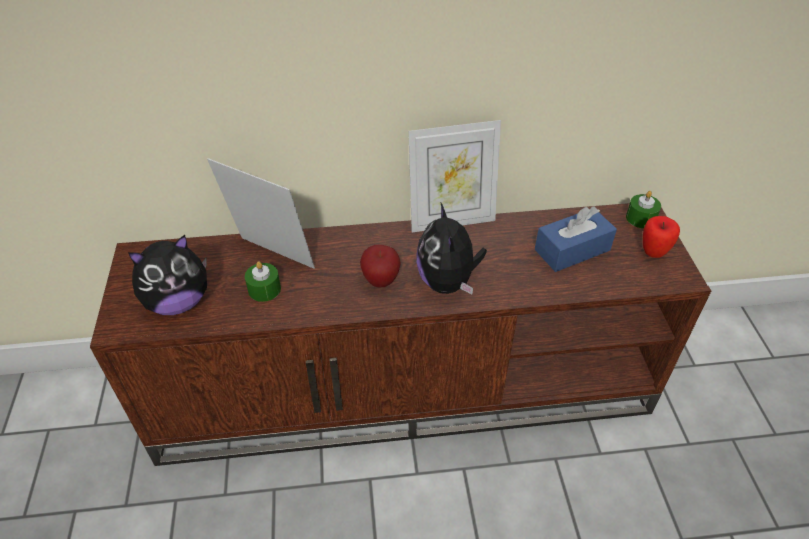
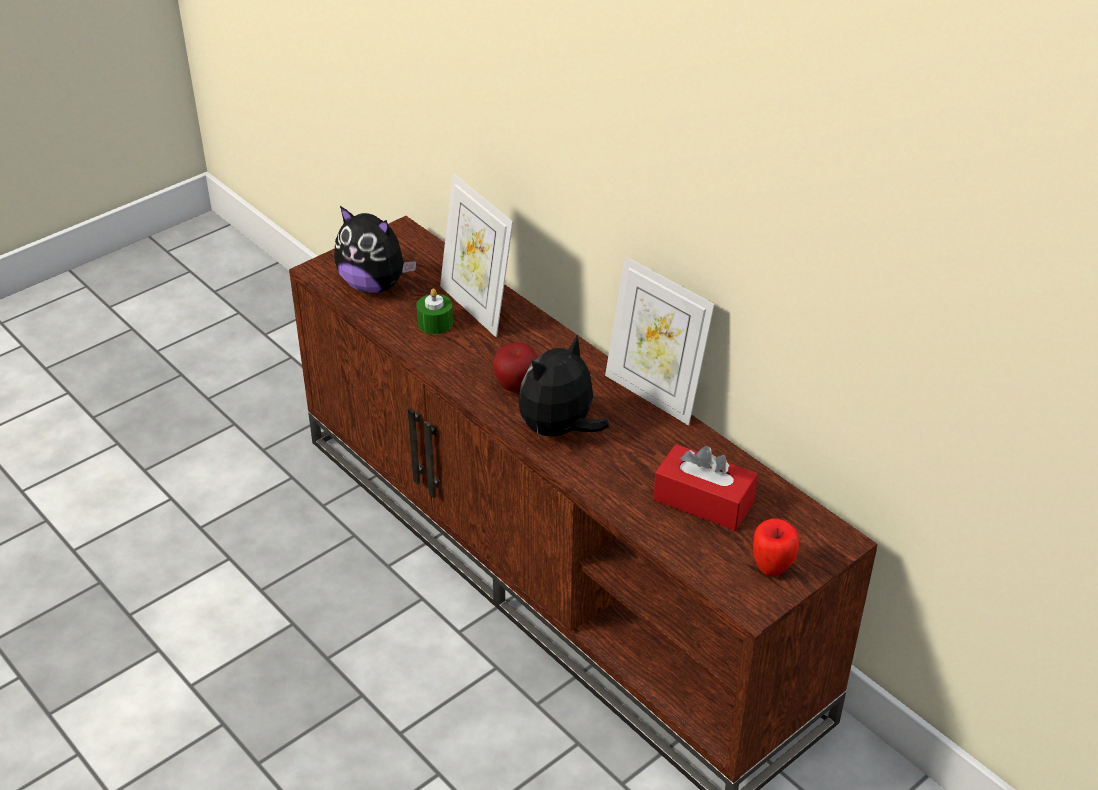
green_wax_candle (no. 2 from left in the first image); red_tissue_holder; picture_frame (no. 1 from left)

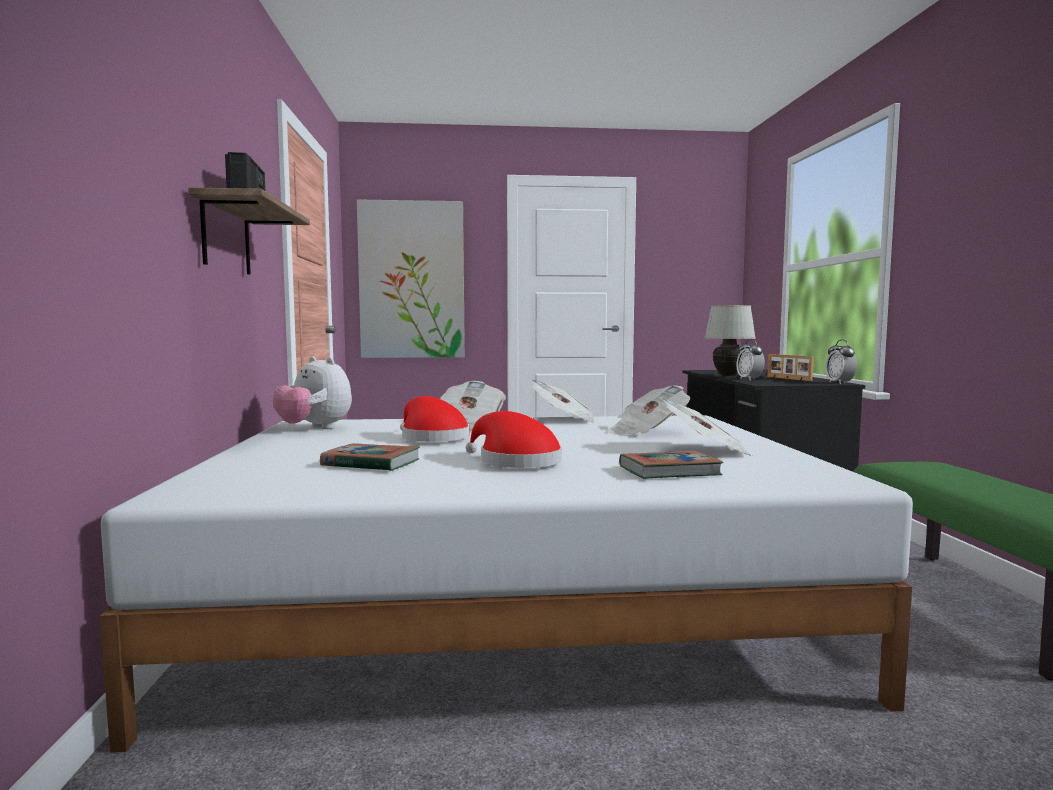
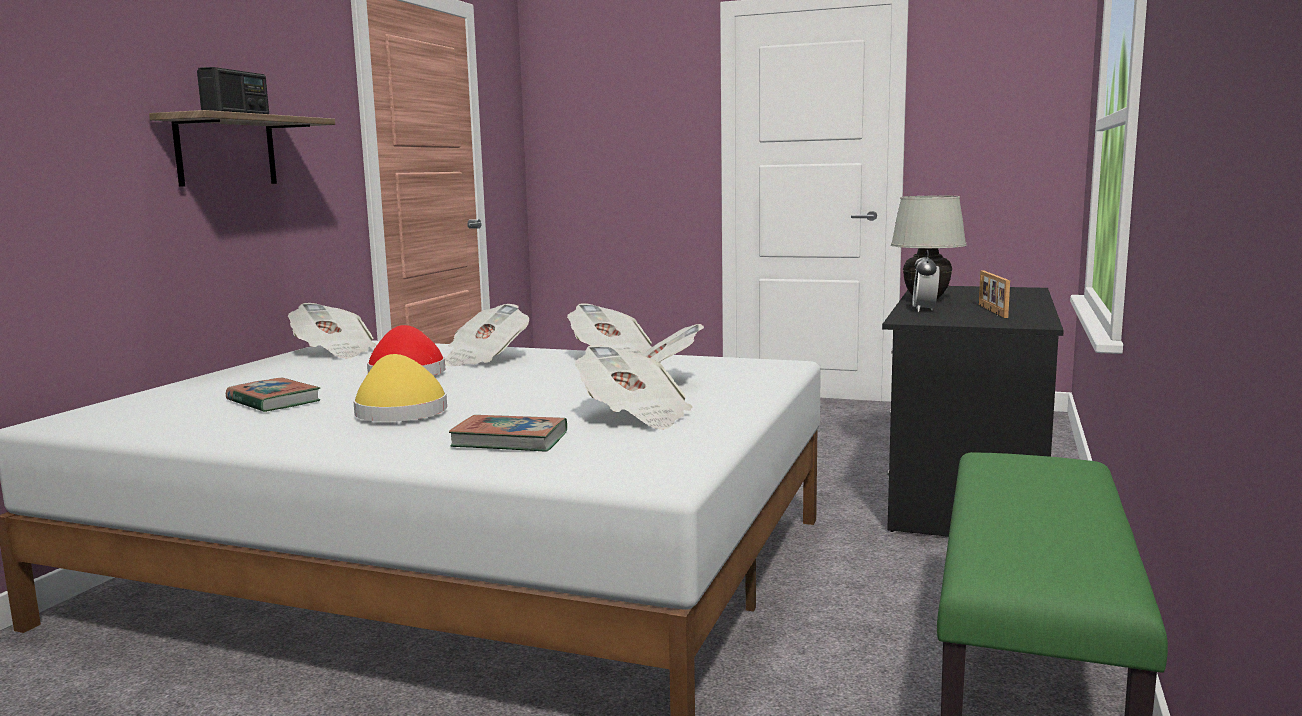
wall_art; alarm_clock (no. 2 from left in the first image); newspaper (no. 1 from left); yellowish_wearable_hat

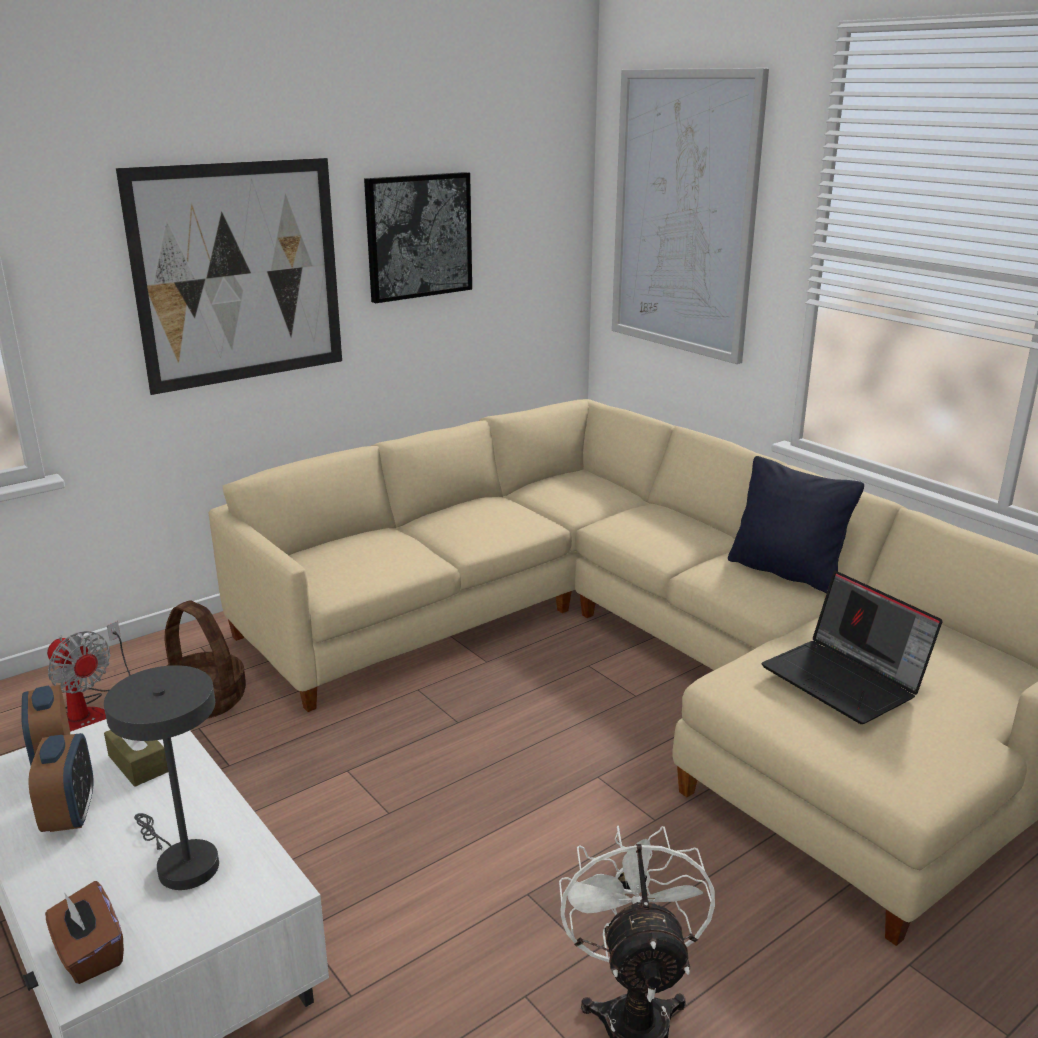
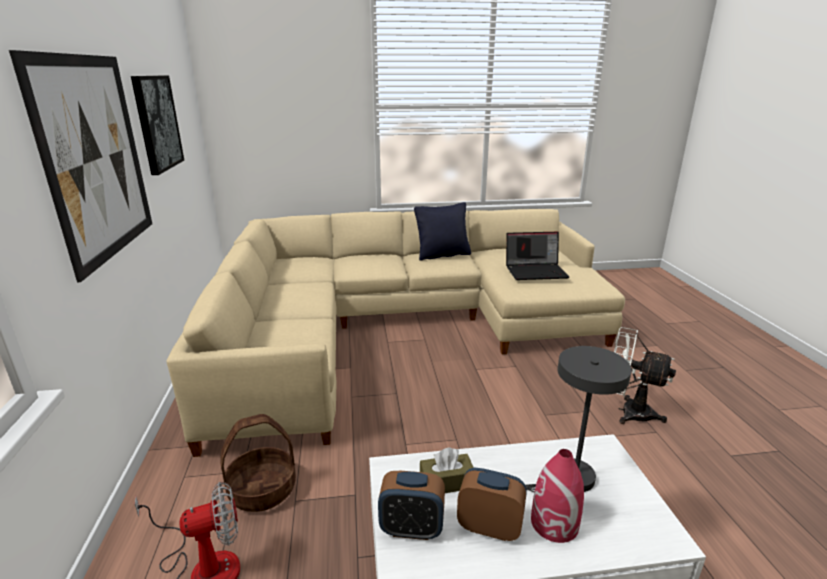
brown-coloured_tissue_holder (no. 1 from left in the first image); wall_art (no. 3 from left in the first image); red_vase

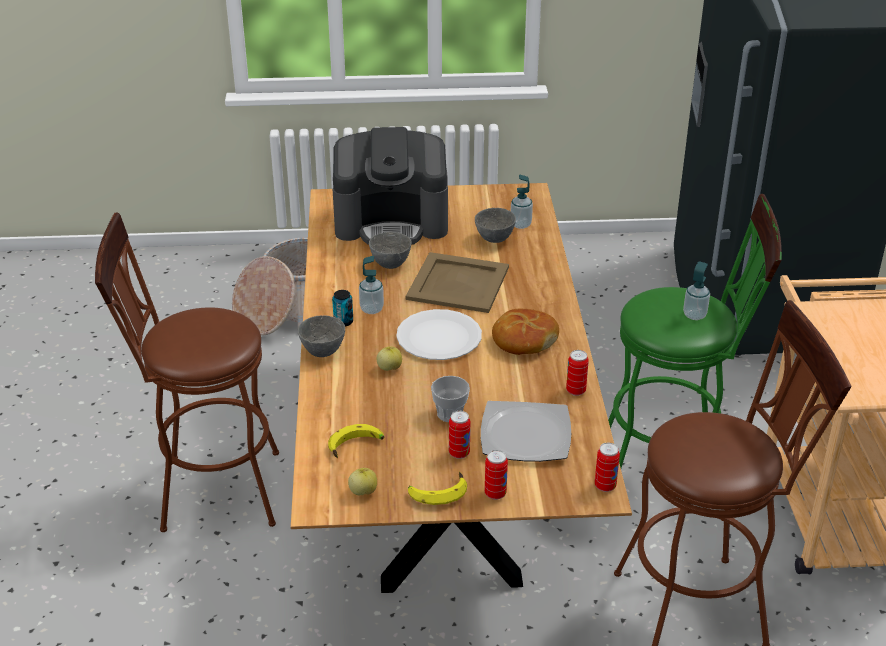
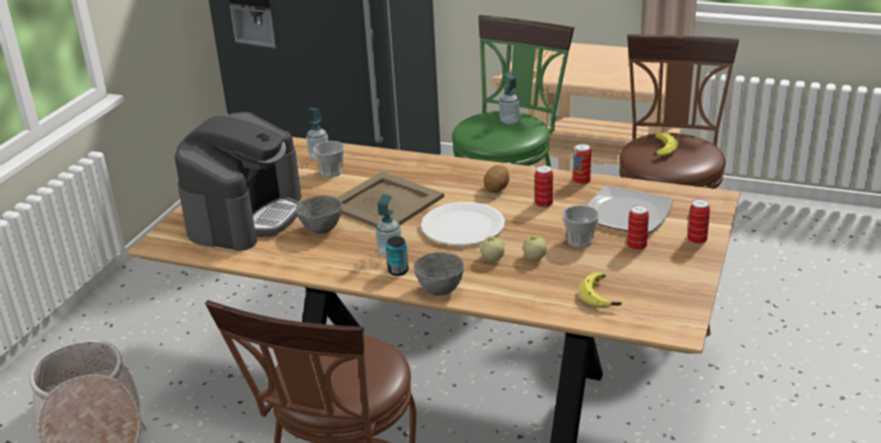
apple_fruit (no. 2 from left); banana_fruit (no. 2 from left); metal_can (no. 2 from left); cup (no. 1 from left); potato

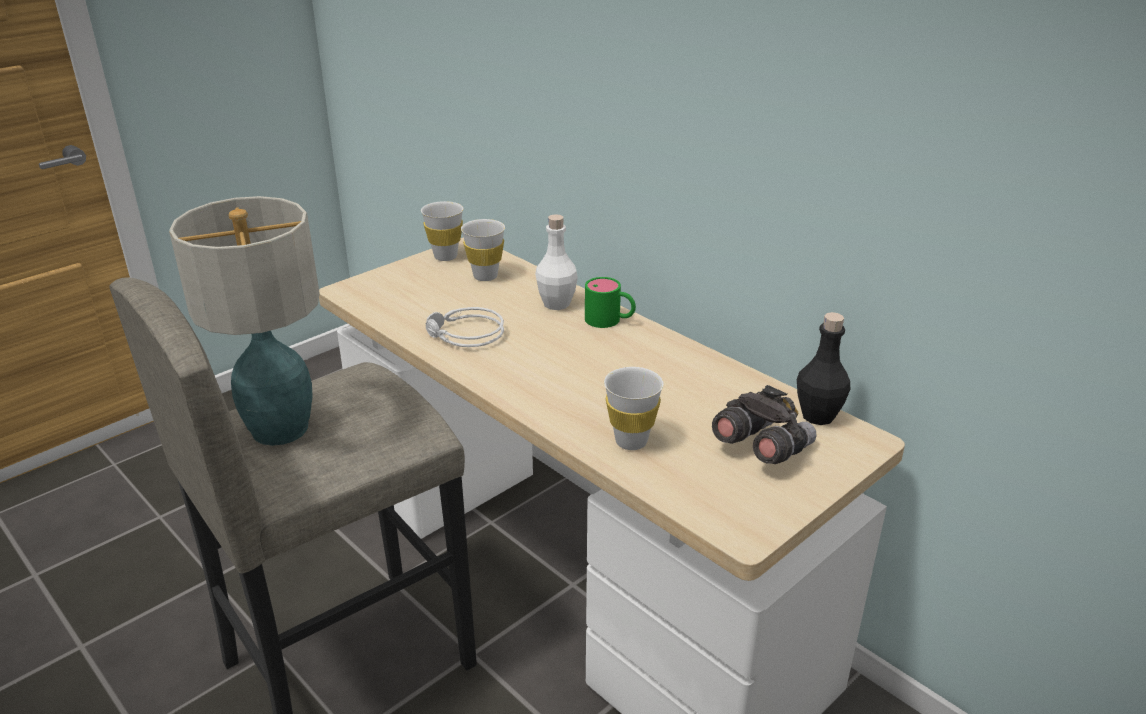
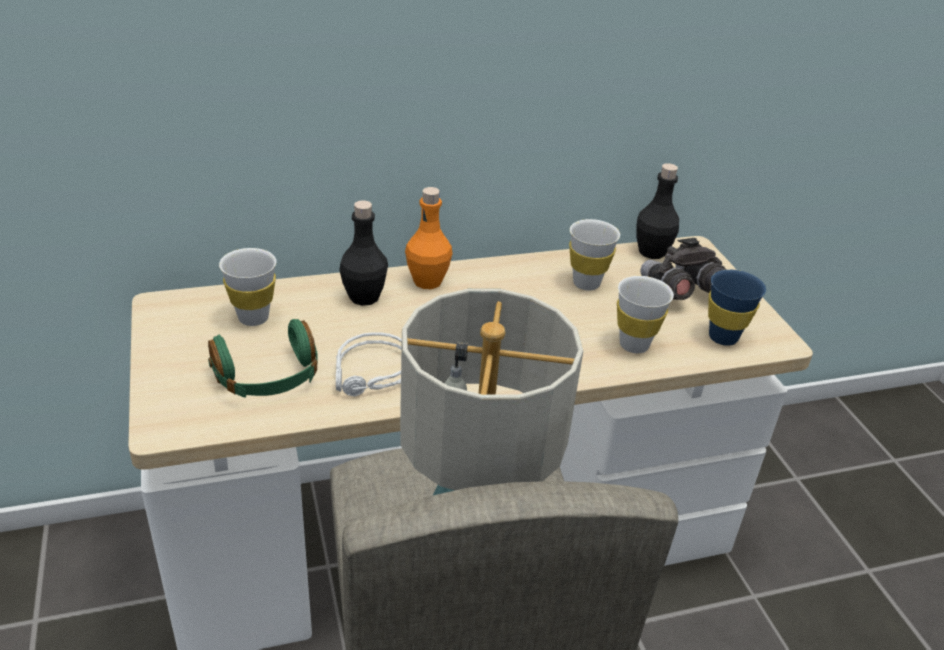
green_headset; blue-coloured_cup; whitish_cup (no. 2 from left); orangey_bottle; black-coloured_bottle (no. 1 from left)

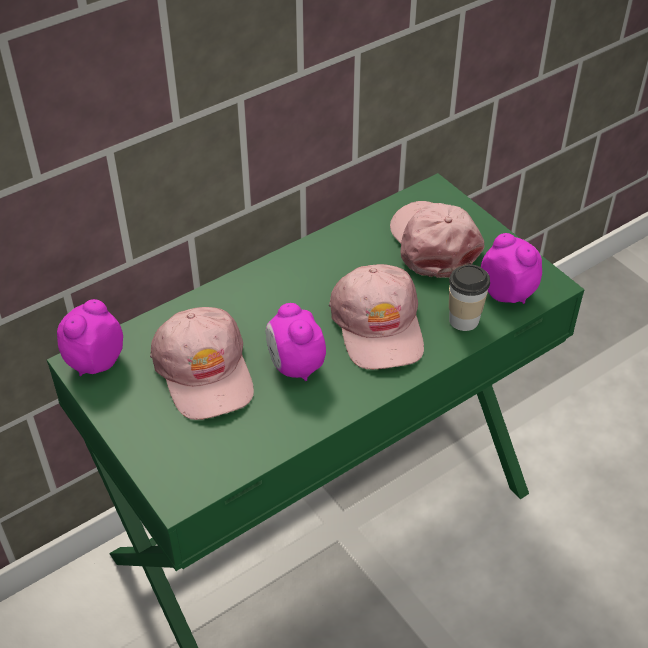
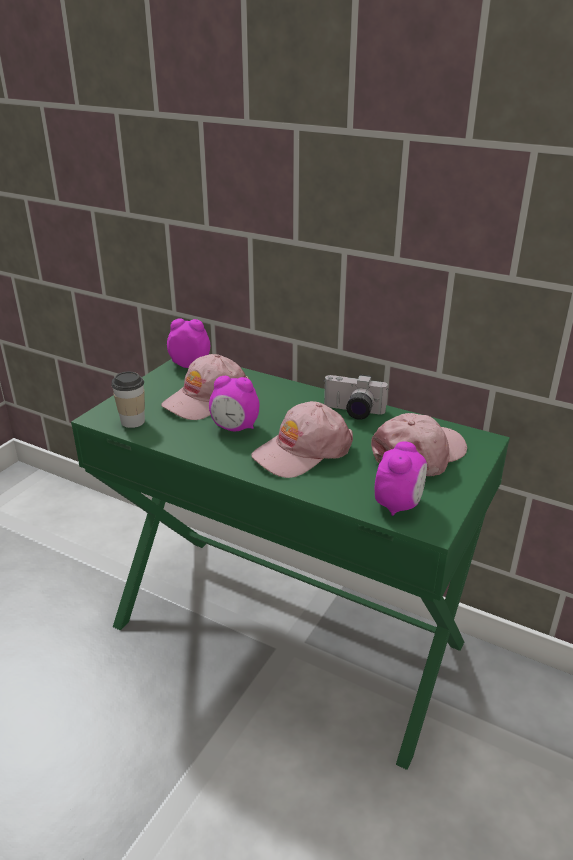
photo_camera; cup; alarm_clock (no. 2 from left)

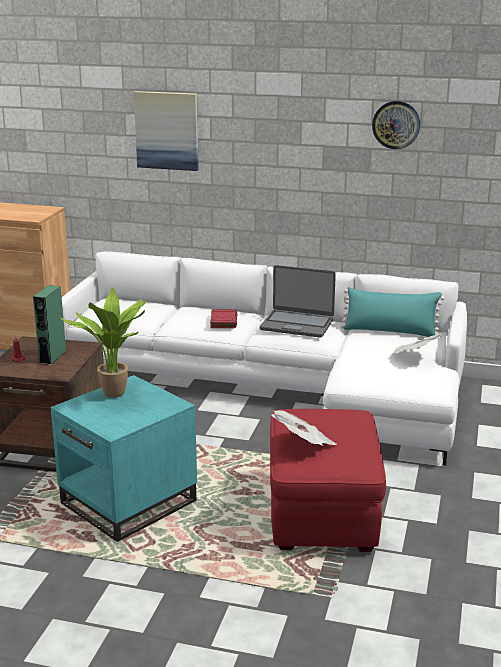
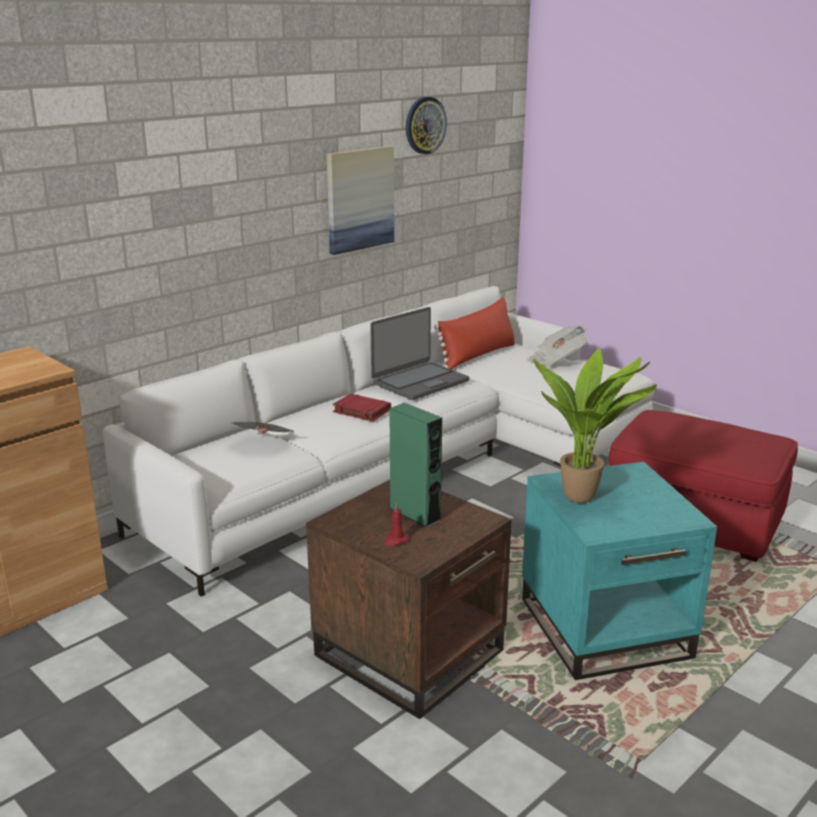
wall_art; newspaper (no. 1 from left); red_throw_pillow

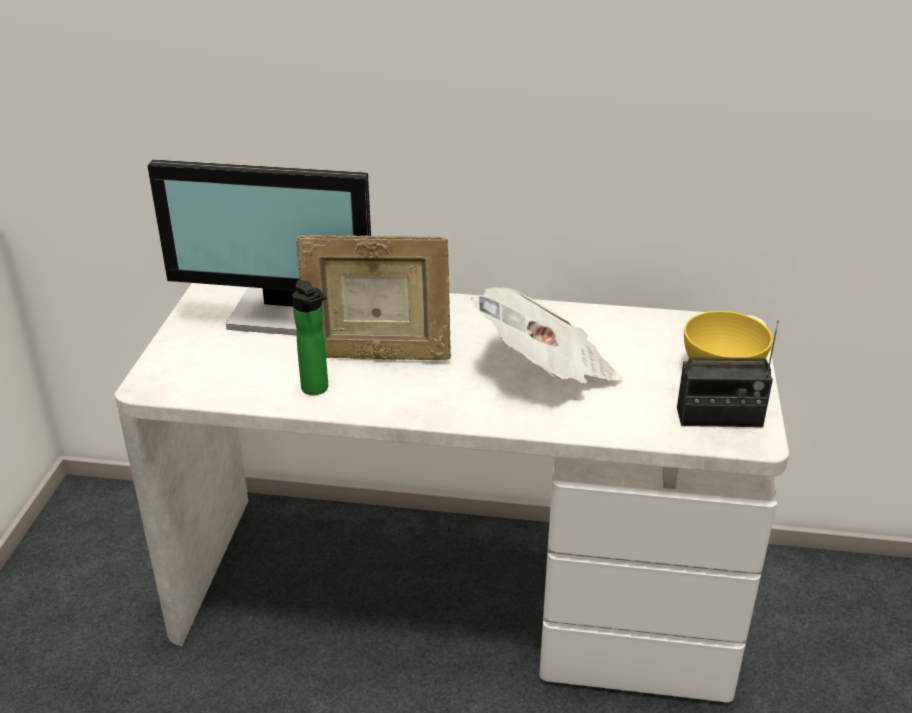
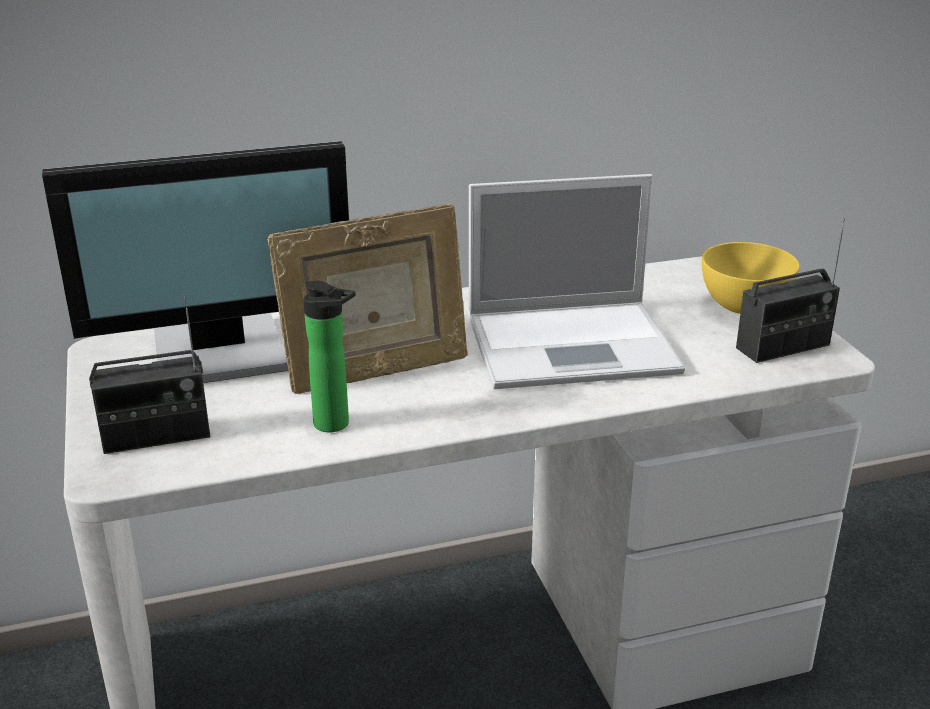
radio_receiver (no. 1 from left); laptop

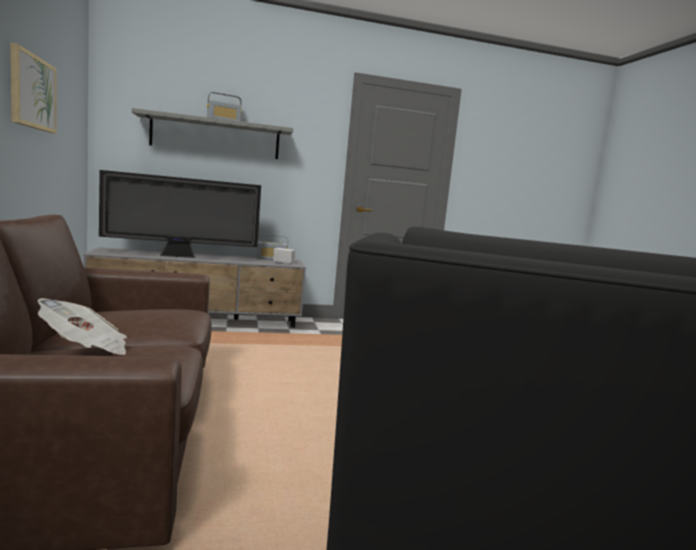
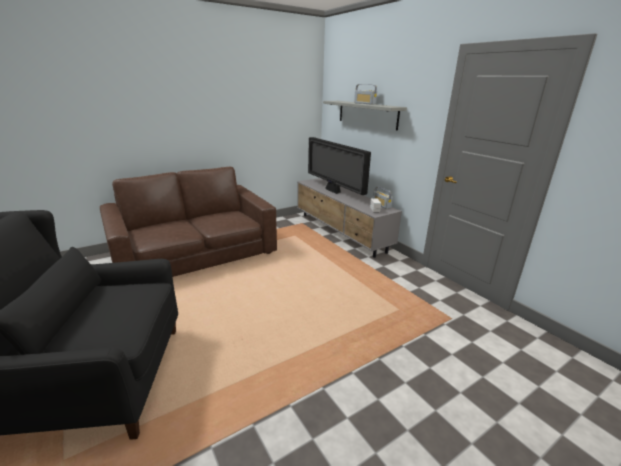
wall_art; newspaper

